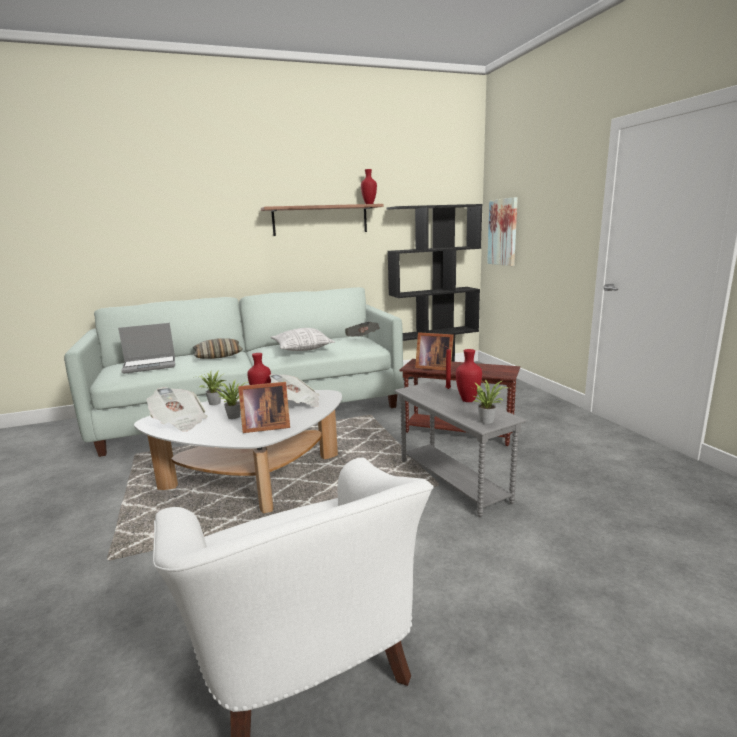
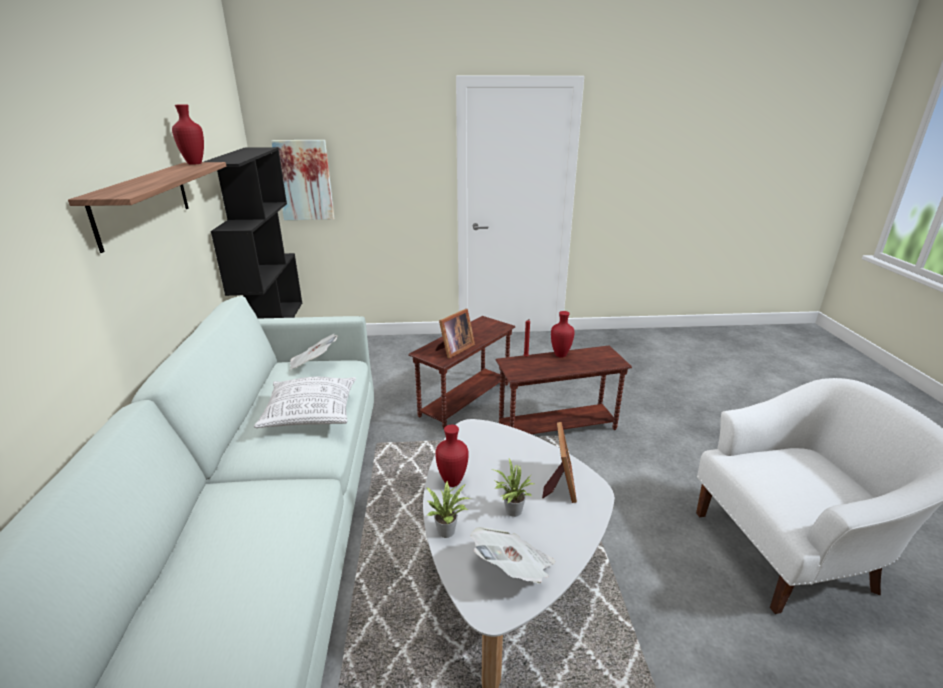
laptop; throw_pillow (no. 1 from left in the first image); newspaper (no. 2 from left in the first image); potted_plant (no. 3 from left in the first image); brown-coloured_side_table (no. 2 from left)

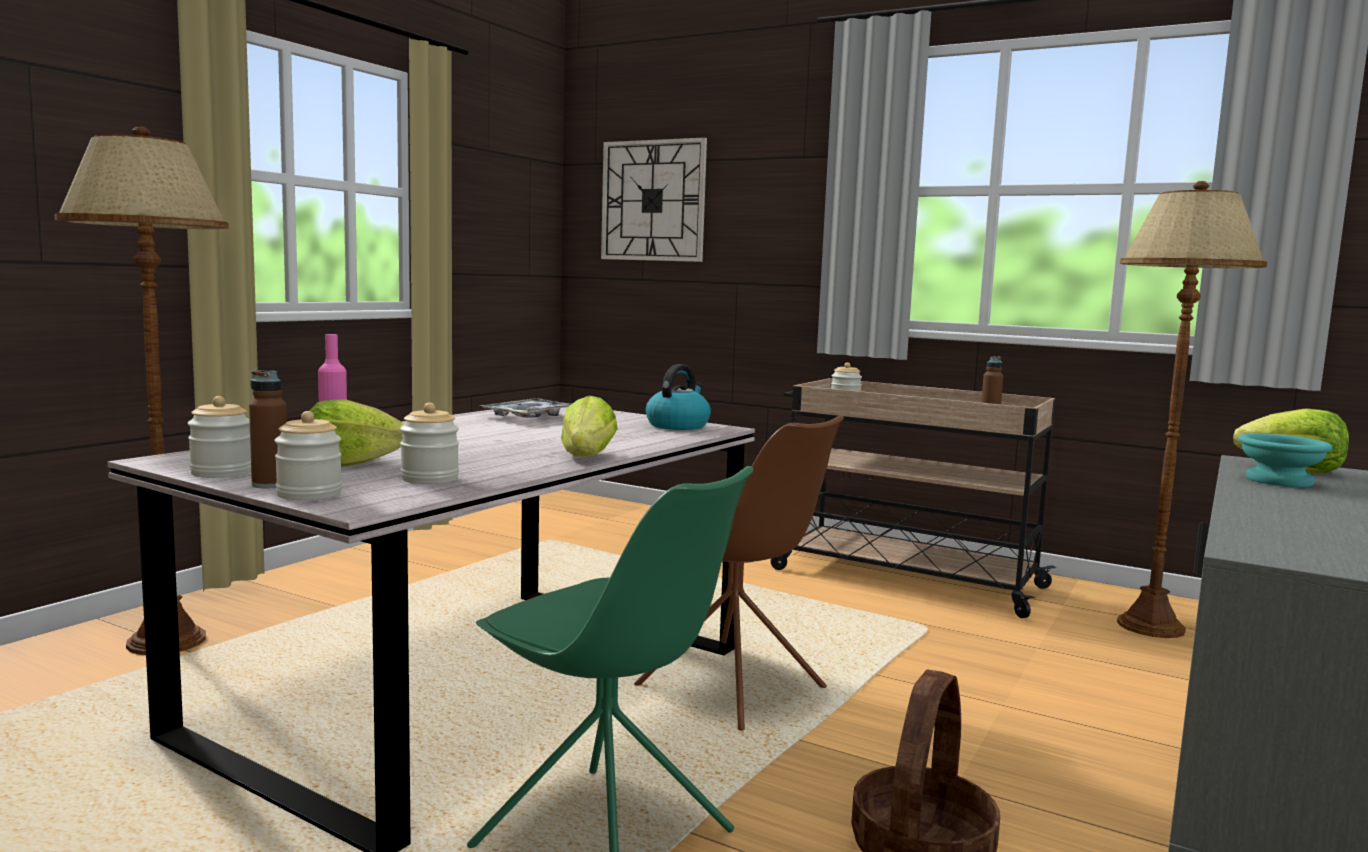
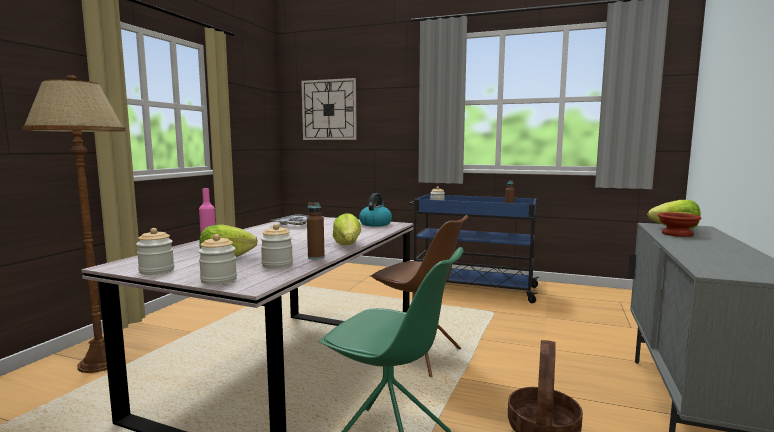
brown-coloured_standard_lamp (no. 2 from left in the first image); brown-coloured_bottle (no. 1 from left); blue-coloured_cart; brown-coloured_serving_bowl

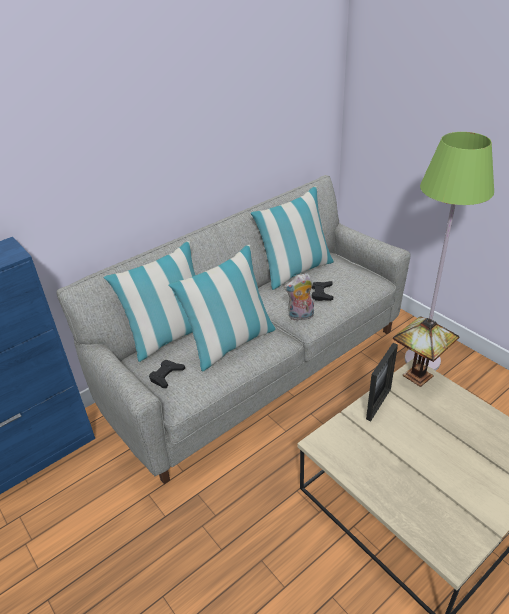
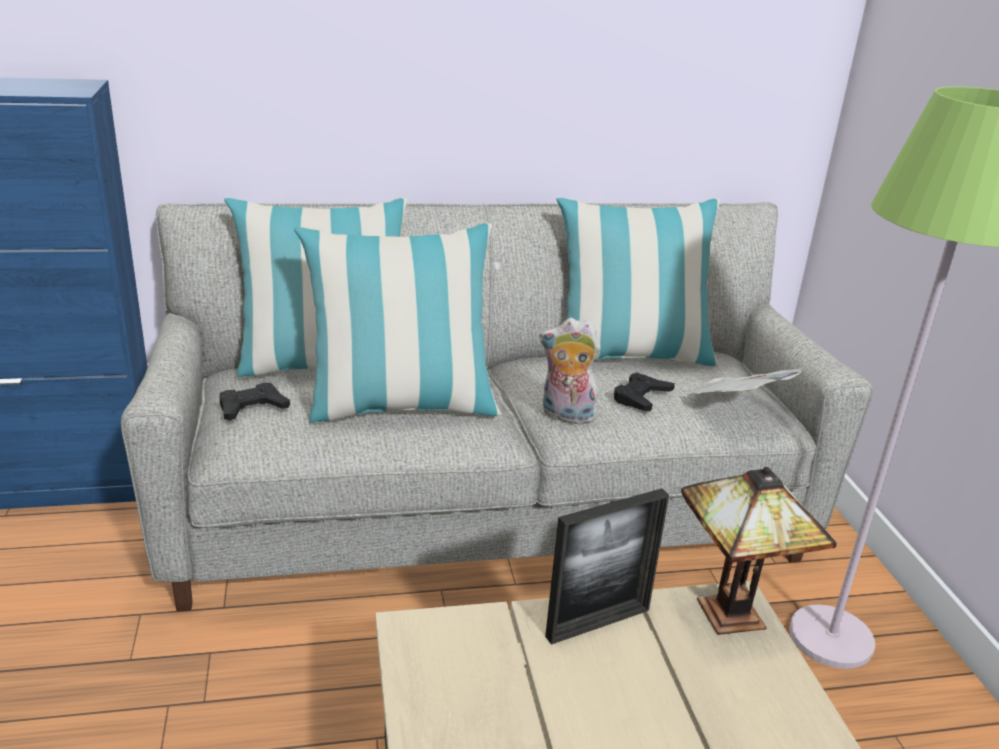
newspaper

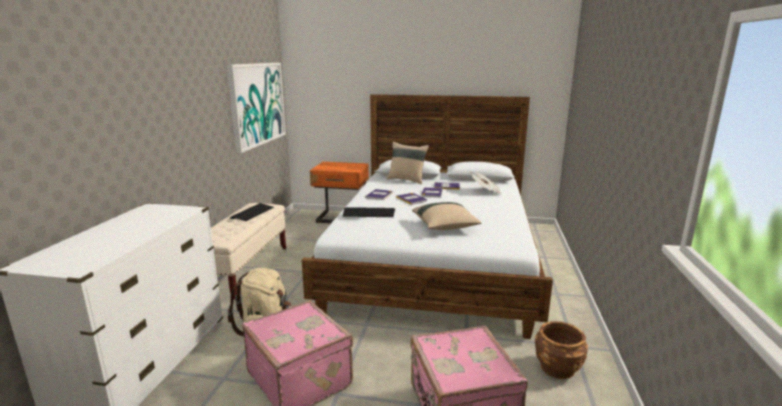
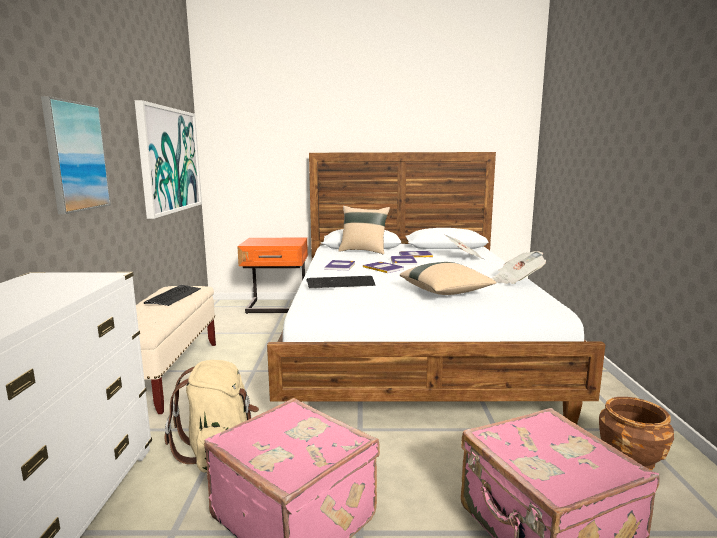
wall_art (no. 1 from left); newspaper (no. 2 from left)

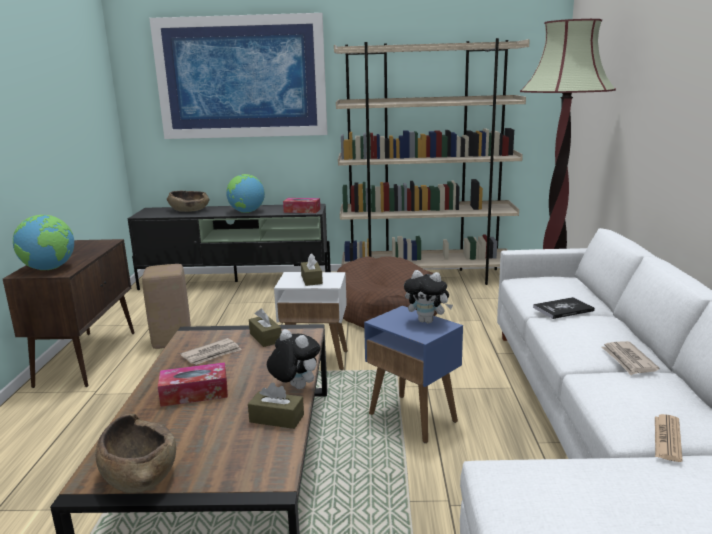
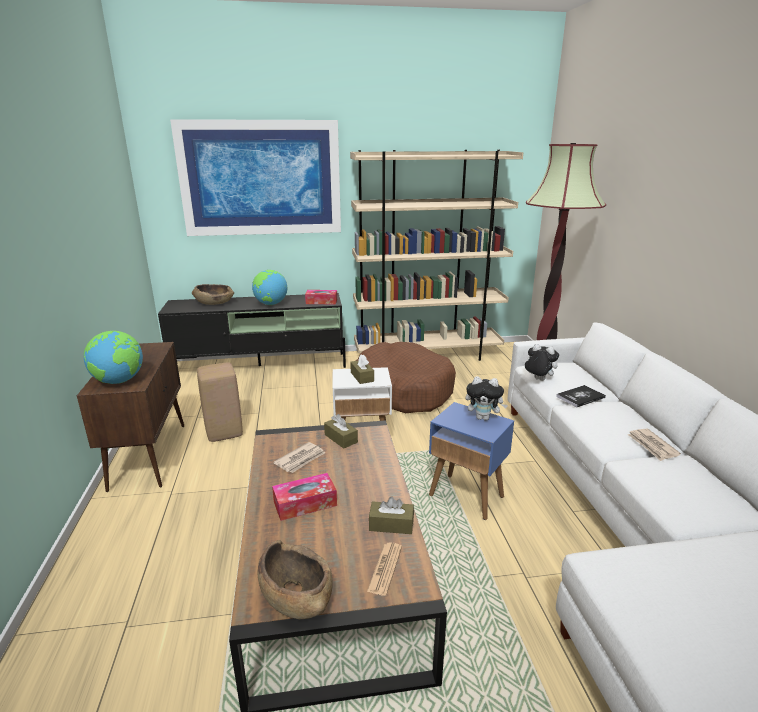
cuddly_toy (no. 2 from left); newspaper (no. 2 from left)

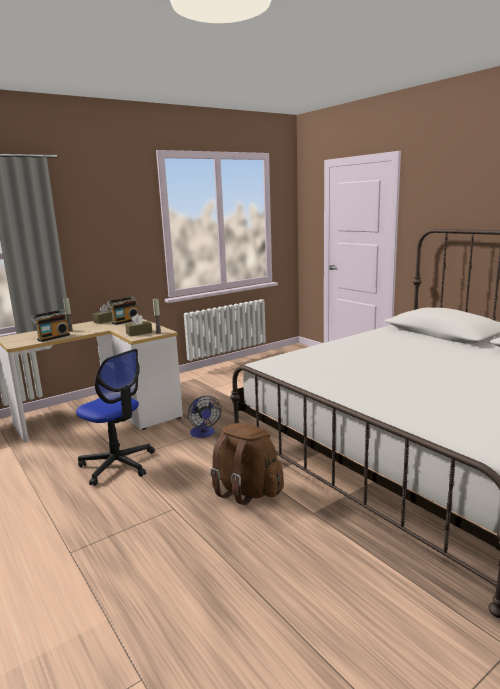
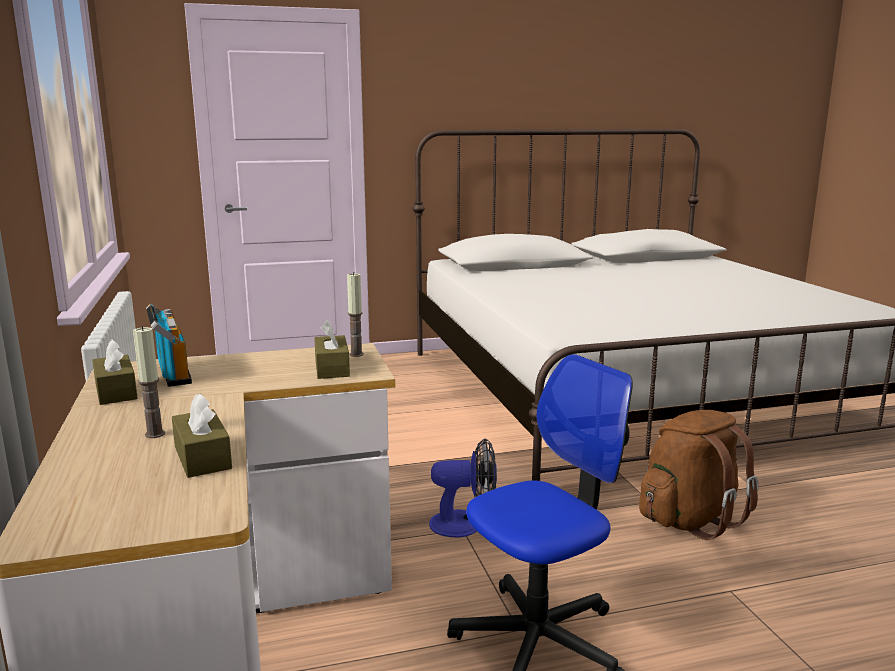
brown-coloured_tissue_holder (no. 2 from left)

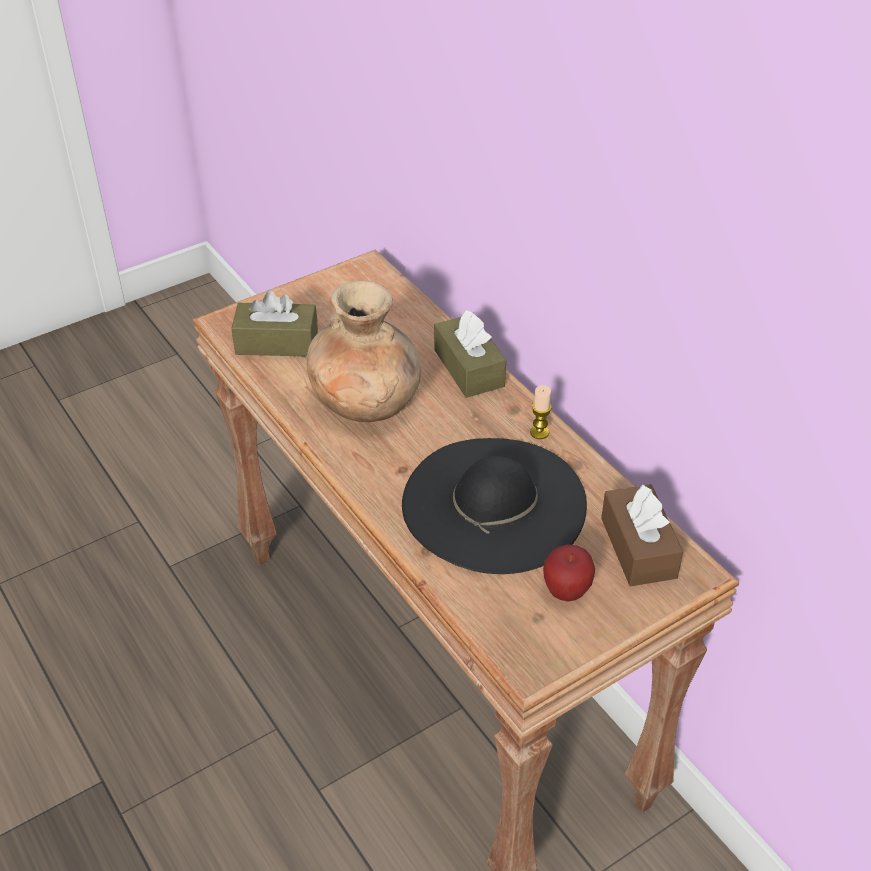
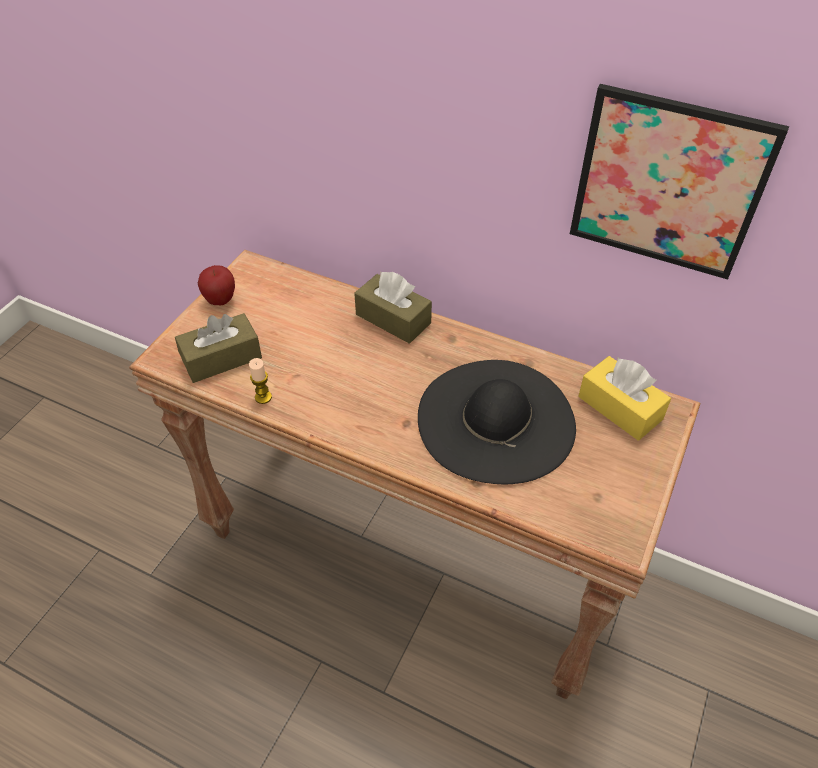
brown-coloured_vase; wall_art; wax_candle; apple_fruit; yellowish_tissue_holder

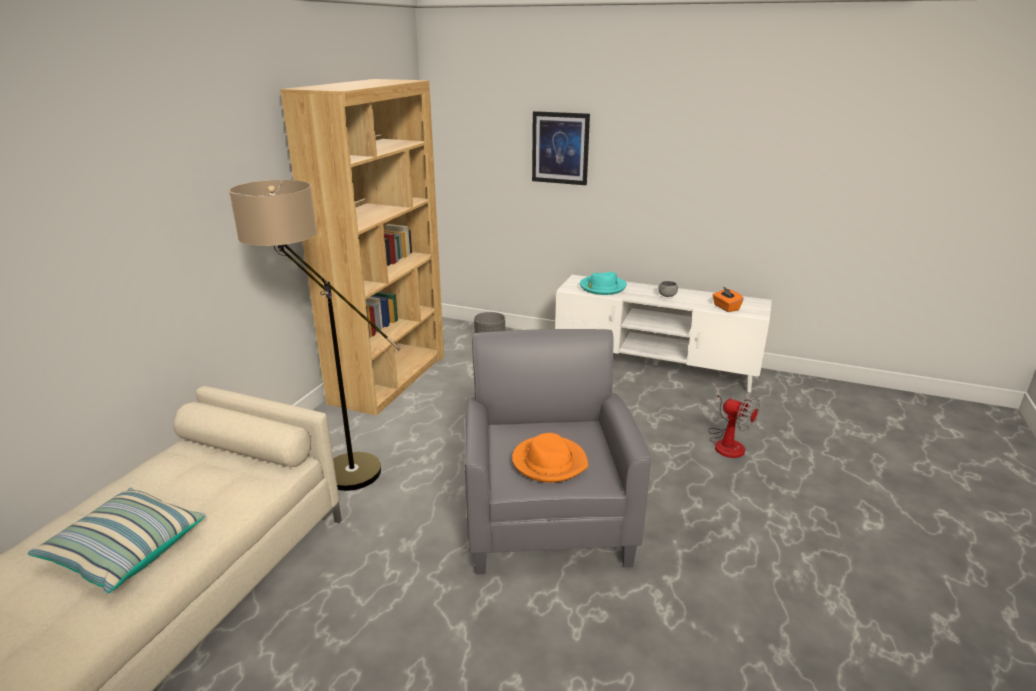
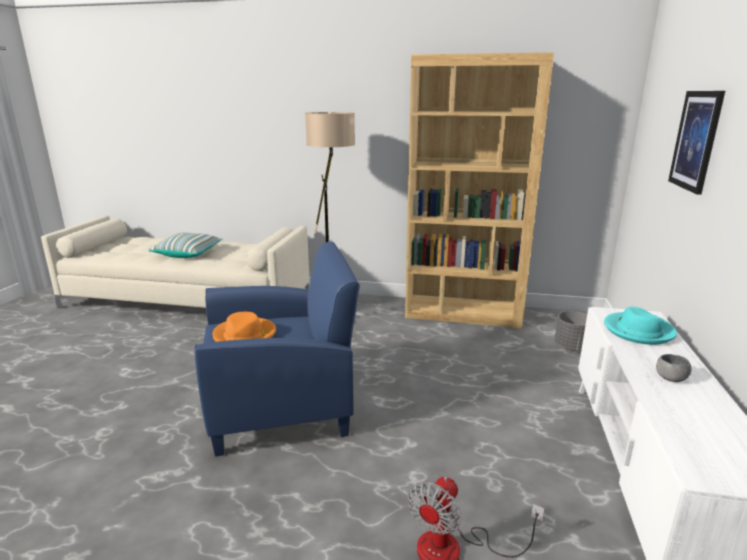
orangey_tissue_holder; blue-coloured_easy_chair

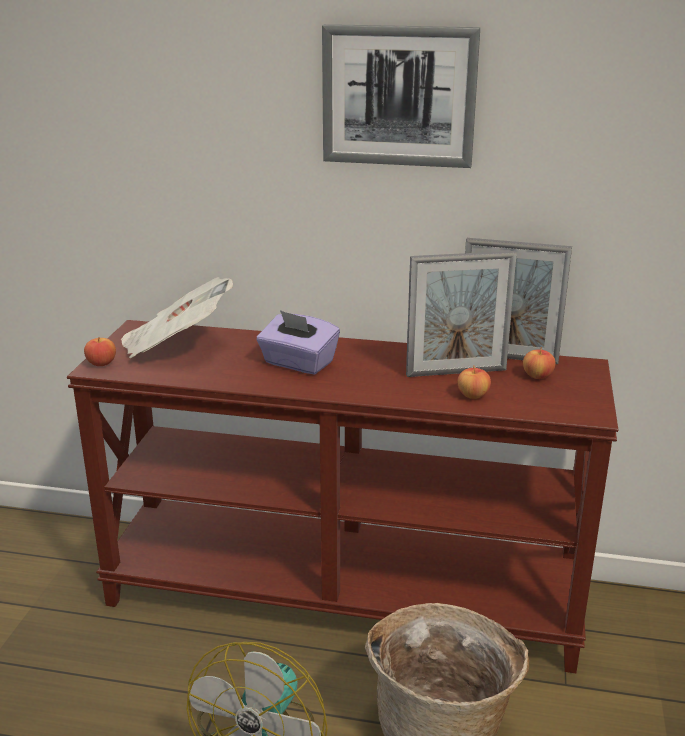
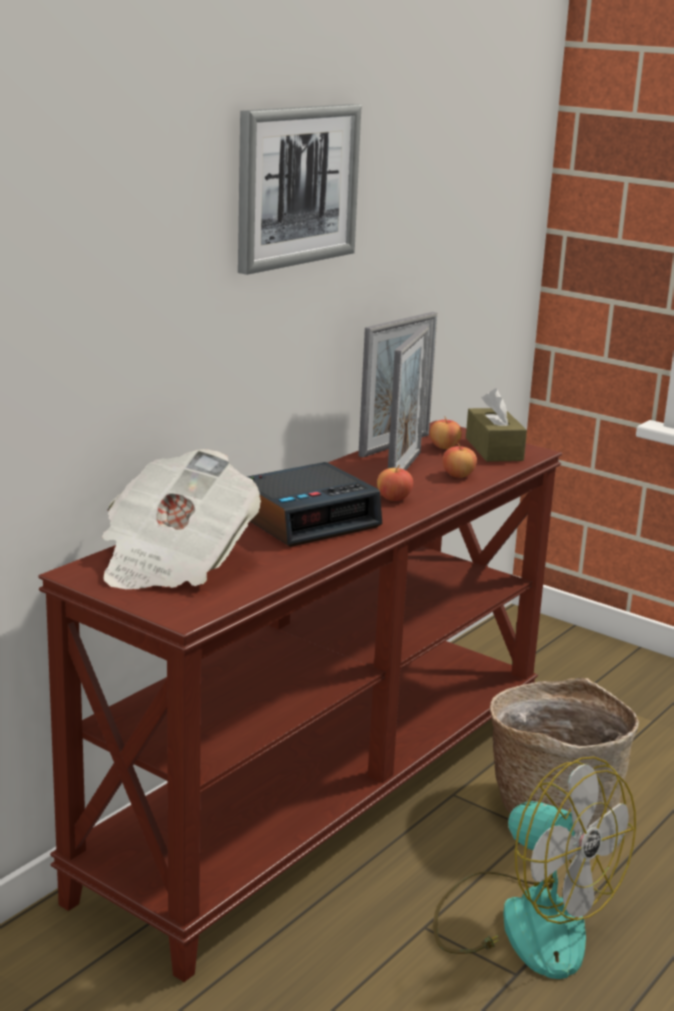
brown-coloured_tissue_holder; apple_fruit (no. 1 from left); alarm_clock

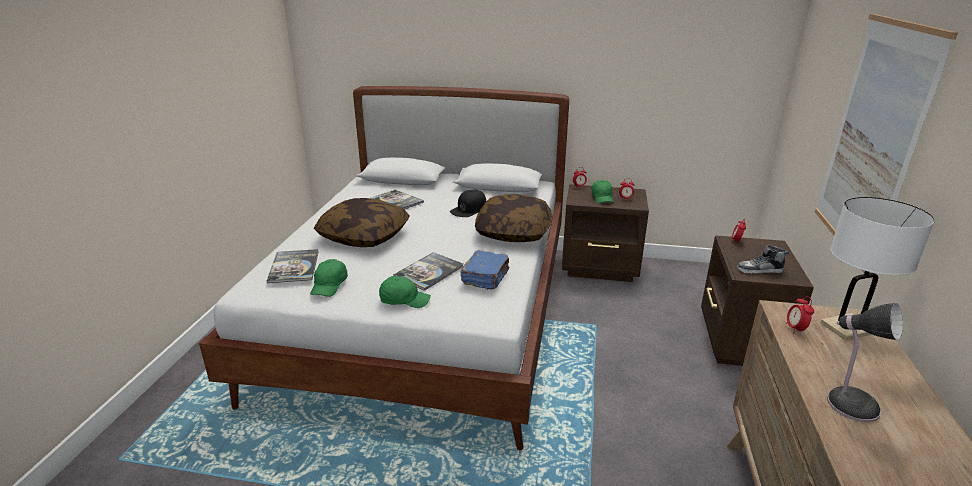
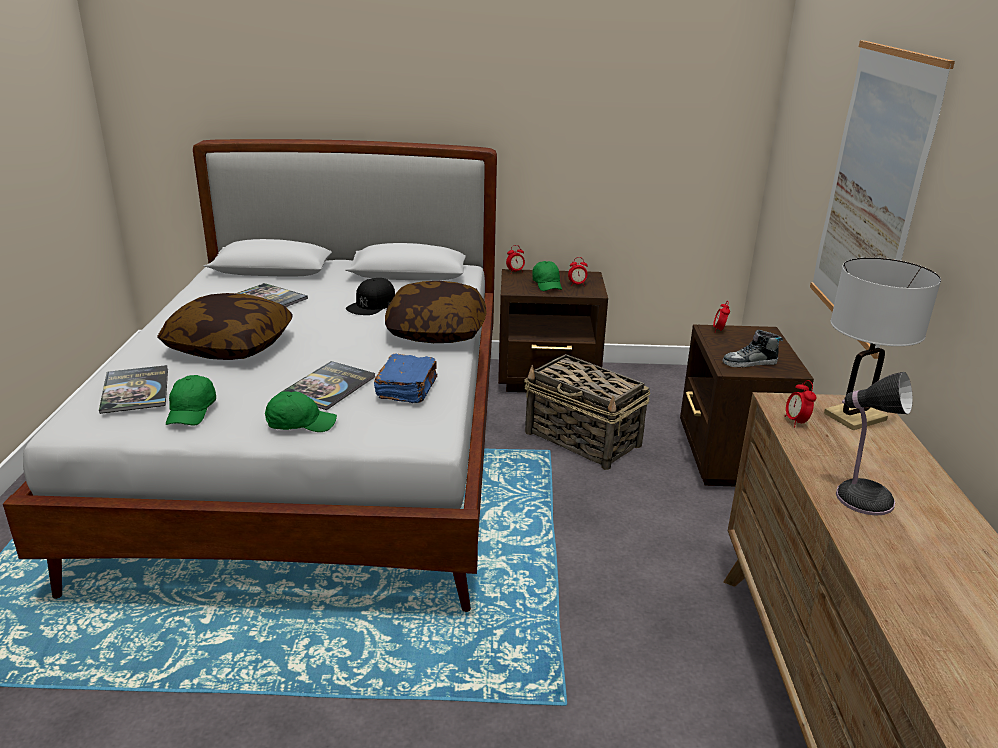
storage_basket

